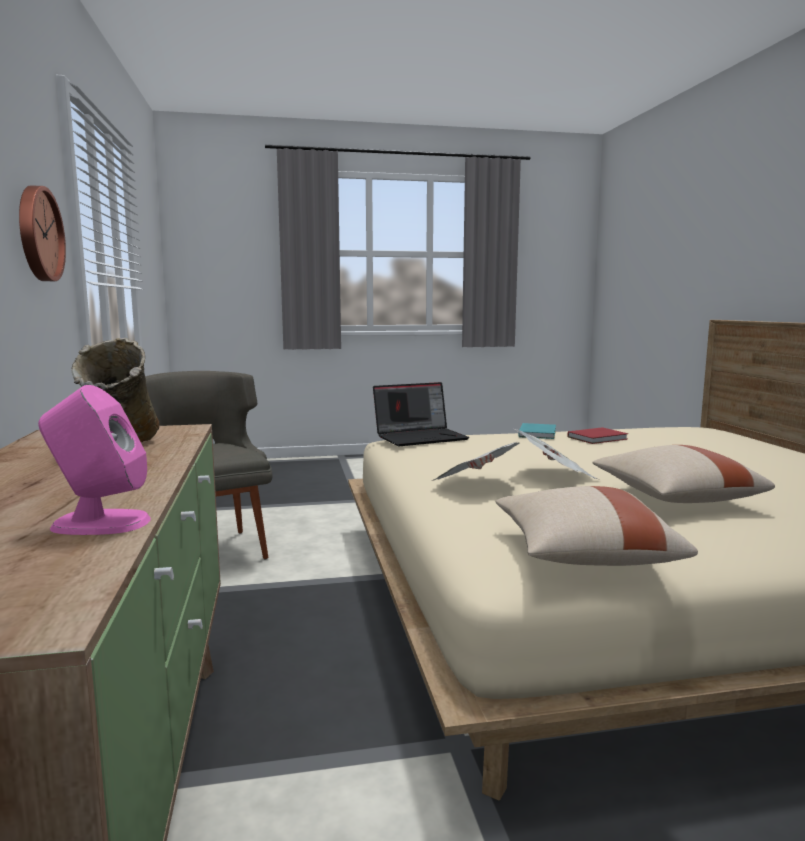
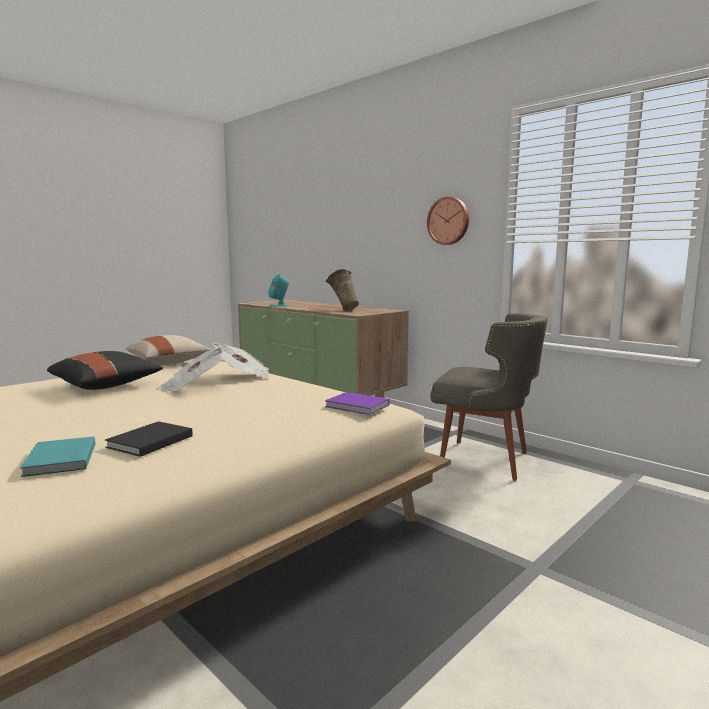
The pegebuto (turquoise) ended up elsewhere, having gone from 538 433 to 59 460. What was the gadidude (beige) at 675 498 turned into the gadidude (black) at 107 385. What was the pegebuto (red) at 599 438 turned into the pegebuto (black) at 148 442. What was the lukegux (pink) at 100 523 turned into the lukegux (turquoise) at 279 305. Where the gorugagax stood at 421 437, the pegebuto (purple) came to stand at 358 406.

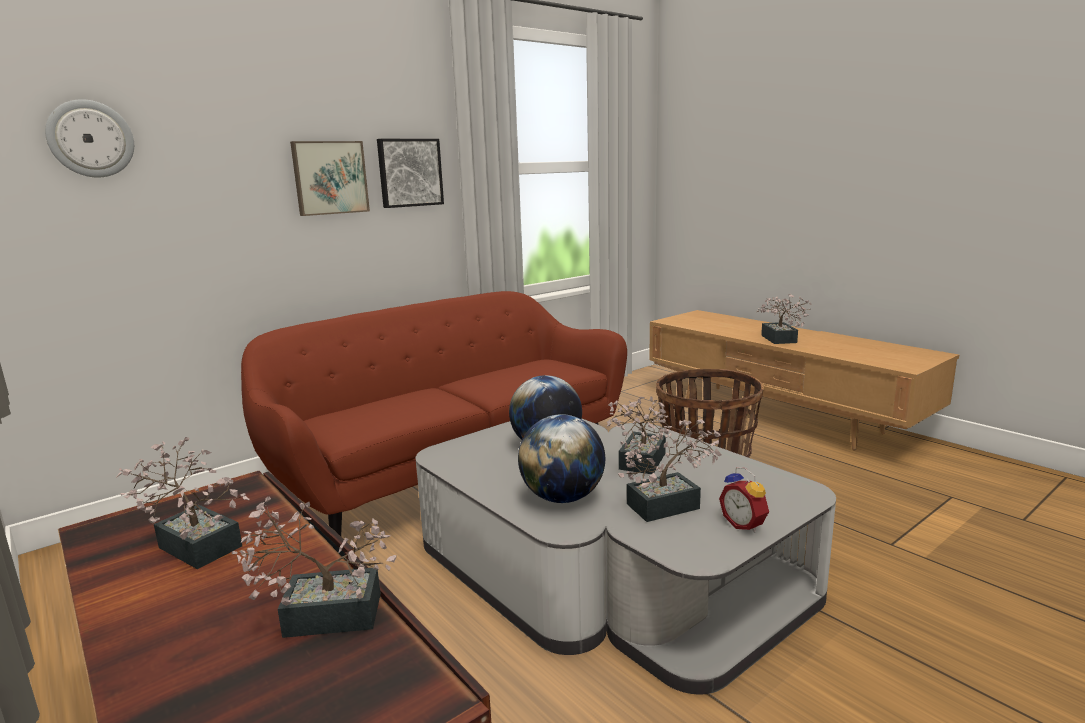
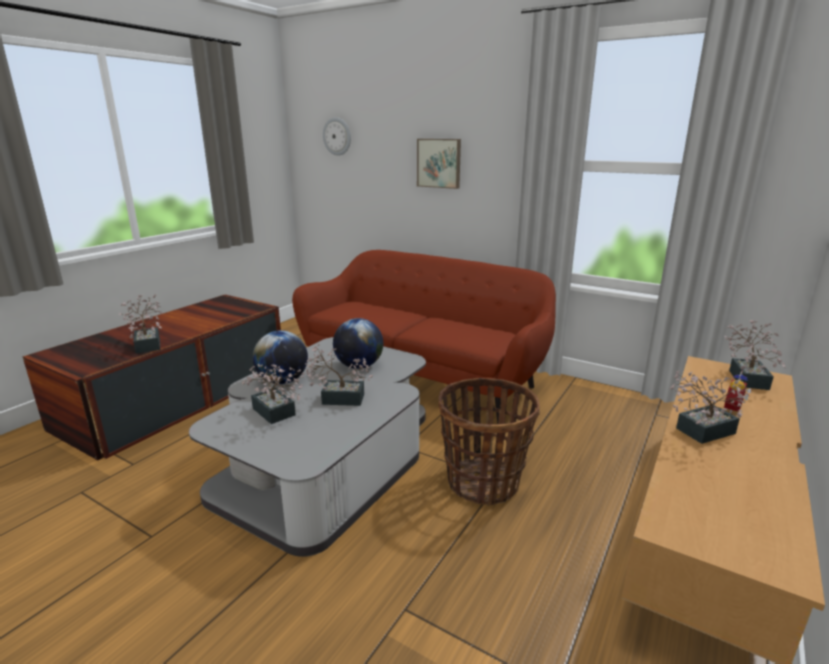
The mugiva ended up elsewhere, having gone from 196 543 to 747 377. The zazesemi ended up elsewhere, having gone from 744 524 to 735 410. The second view lost the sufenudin at 409 172.

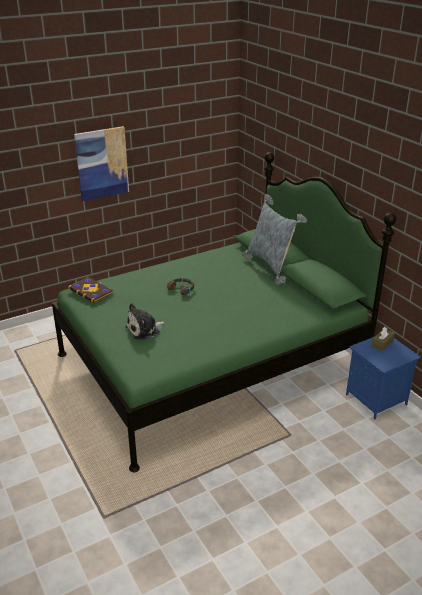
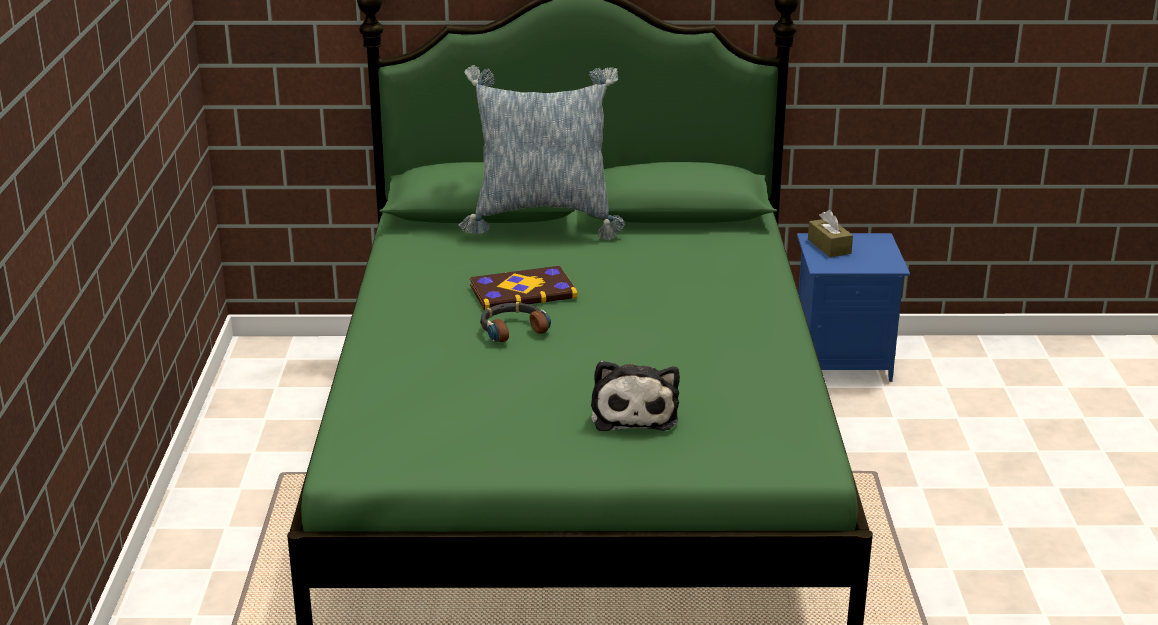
The pegebuto ended up elsewhere, having gone from 91 291 to 522 291. The second view lost the sufenudin at 102 163.

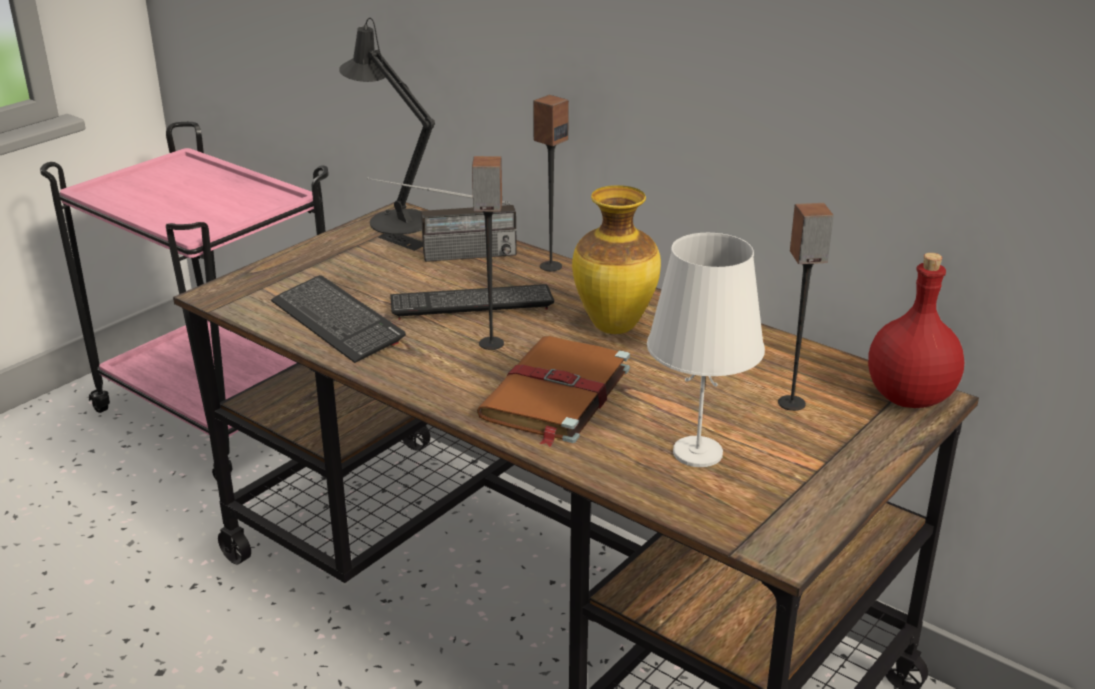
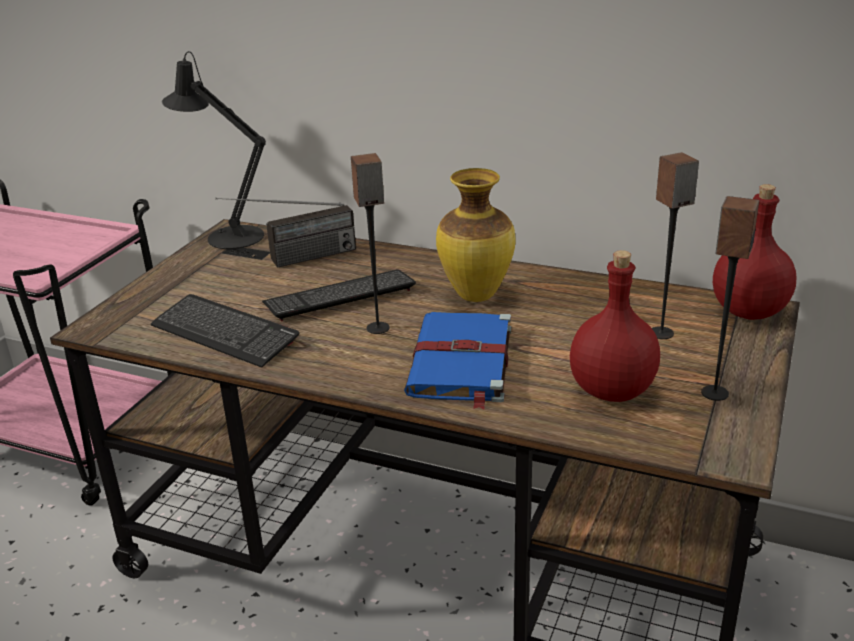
What was the pegebuto (brown) at 555 395 turned into the pegebuto (blue) at 461 362. Where the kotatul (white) stood at 697 453, the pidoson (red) came to stand at 613 390. The lukegux ended up elsewhere, having gone from 550 266 to 714 393.

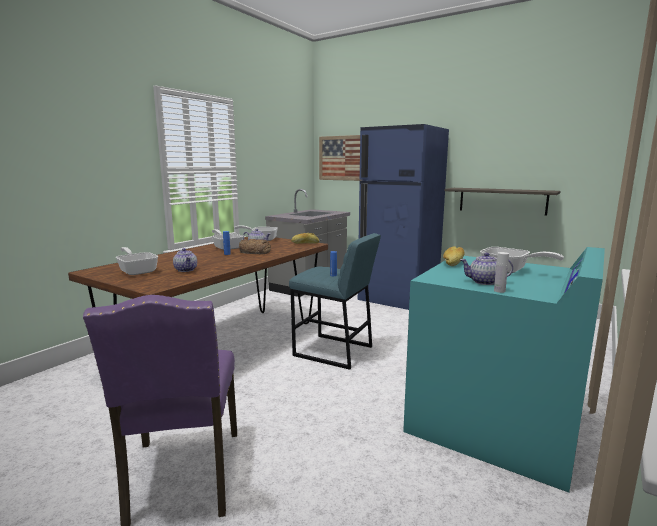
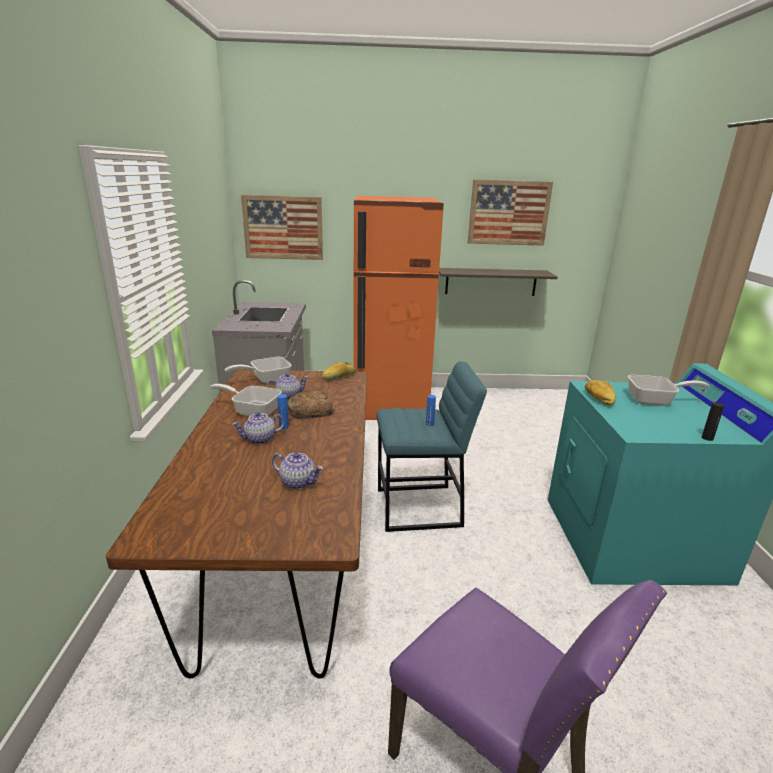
The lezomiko ended up elsewhere, having gone from 484 282 to 260 439. What was the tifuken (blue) at 399 296 turned into the tifuken (orange) at 391 402. The second view gained the sufenudin at 509 213. What was the pidoson (white) at 499 291 turned into the pidoson (black) at 707 438. The second view lost the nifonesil at 137 271.

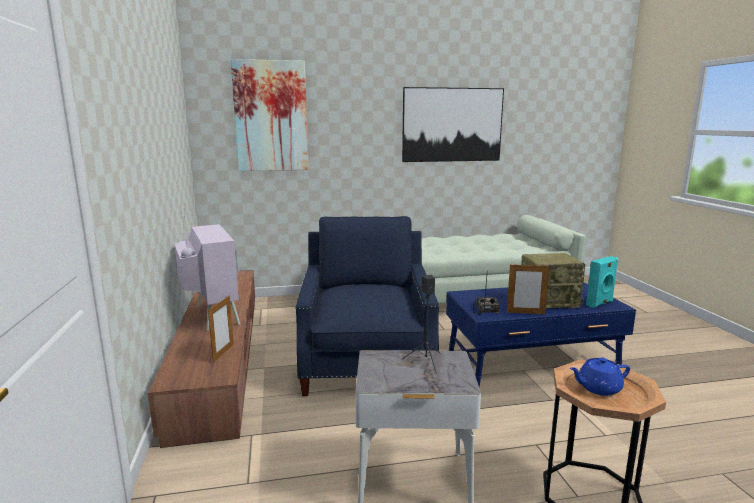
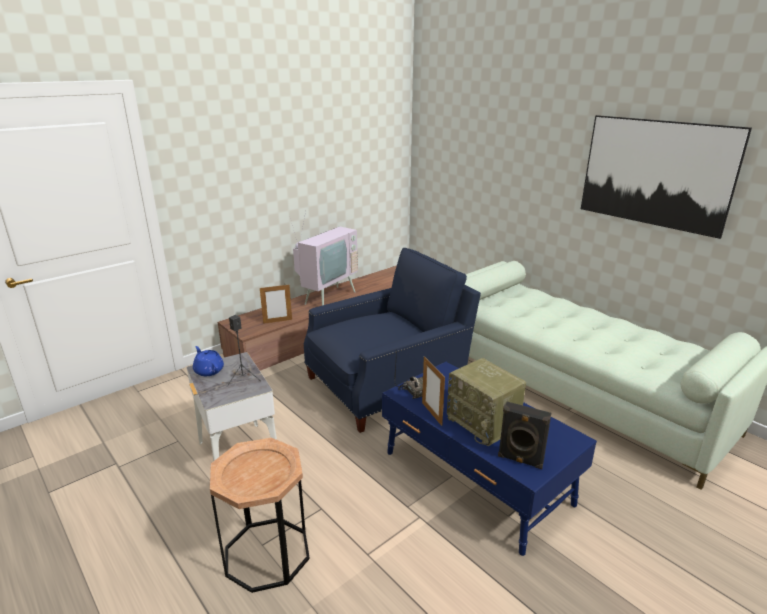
The lezomiko (blue) ended up elsewhere, having gone from 598 388 to 208 370. What was the lukegux (turquoise) at 600 303 turned into the lukegux (black) at 520 460. The second view lost the sufenudin at 271 116.

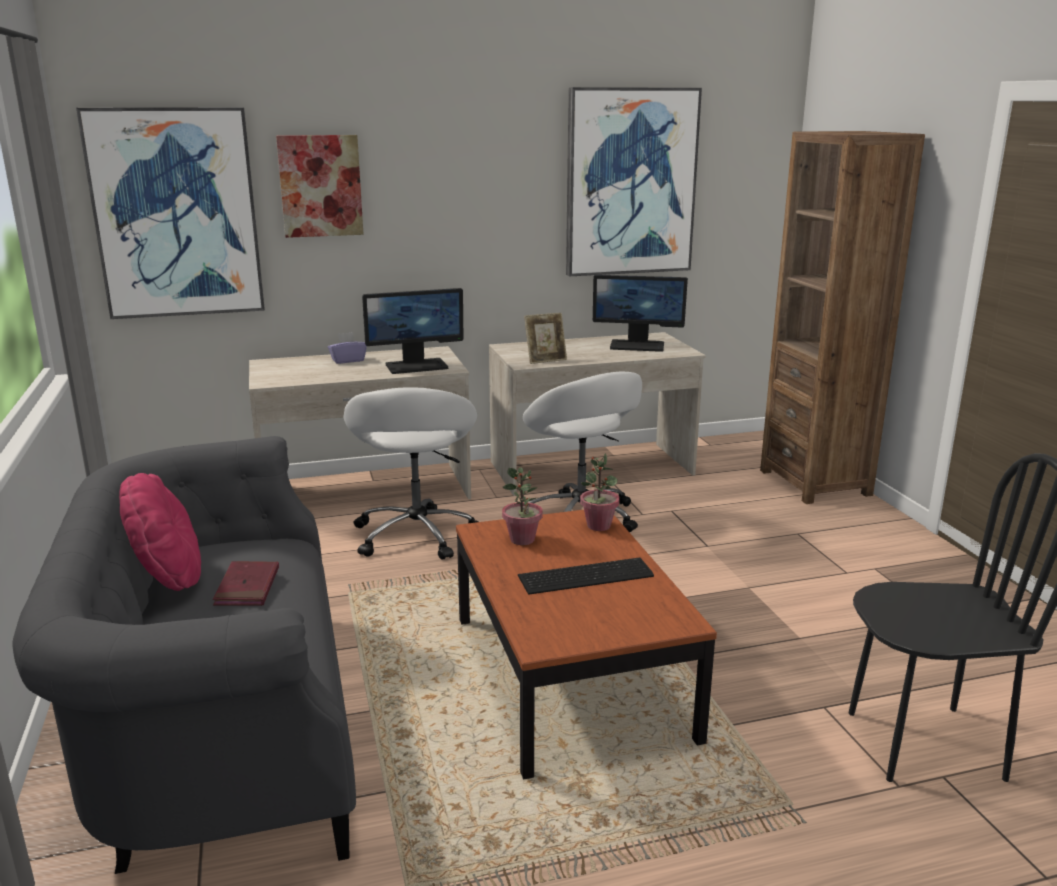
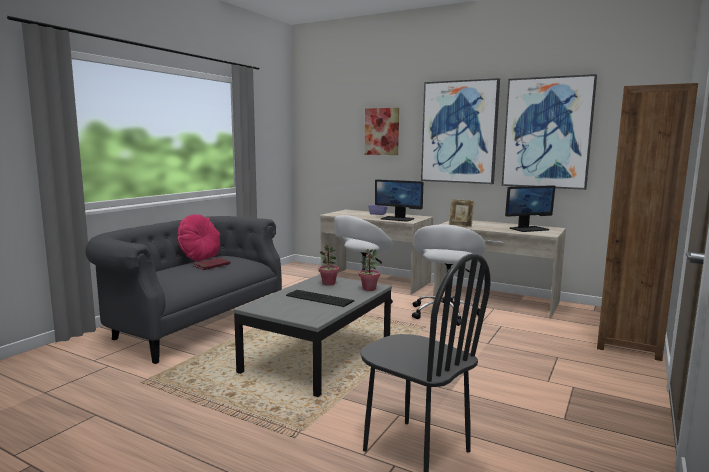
What was the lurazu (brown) at 568 675 turned into the lurazu (grey) at 318 355. The sufenudin ended up elsewhere, having gone from 176 213 to 459 132. The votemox at 637 345 ended up facing another way, 75 degrees counterclockwise from before.

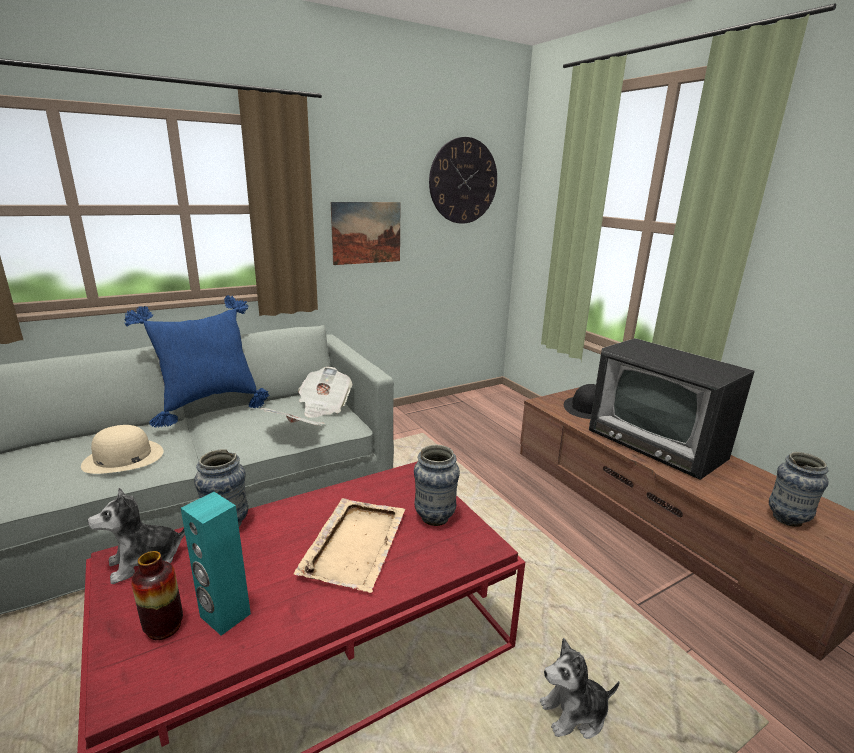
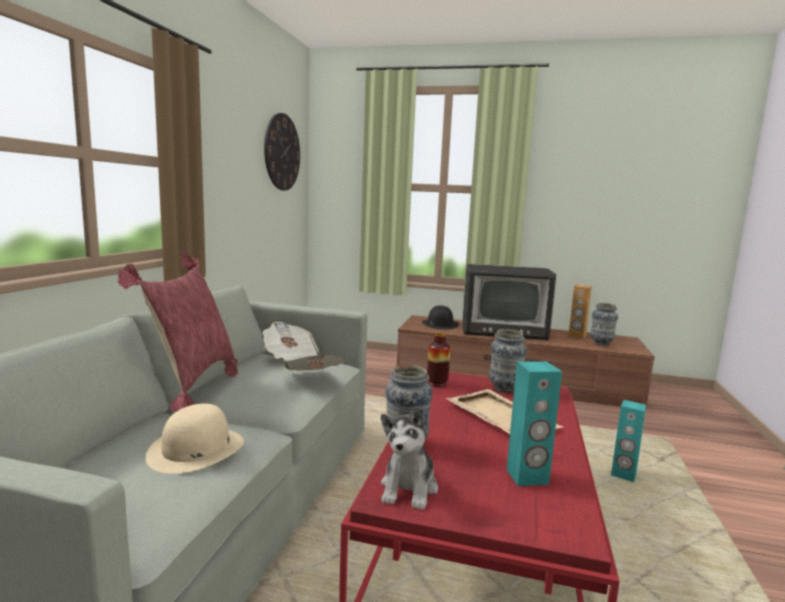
What was the gadidude (blue) at 209 411 turned into the gadidude (red) at 189 393. The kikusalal ended up elsewhere, having gone from 164 627 to 437 383. The second view gained the lukegux (brown) at 577 336. Where the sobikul stood at 574 713, the lukegux (turquoise) came to stand at 623 476. The second view lost the sufenudin at 366 233.

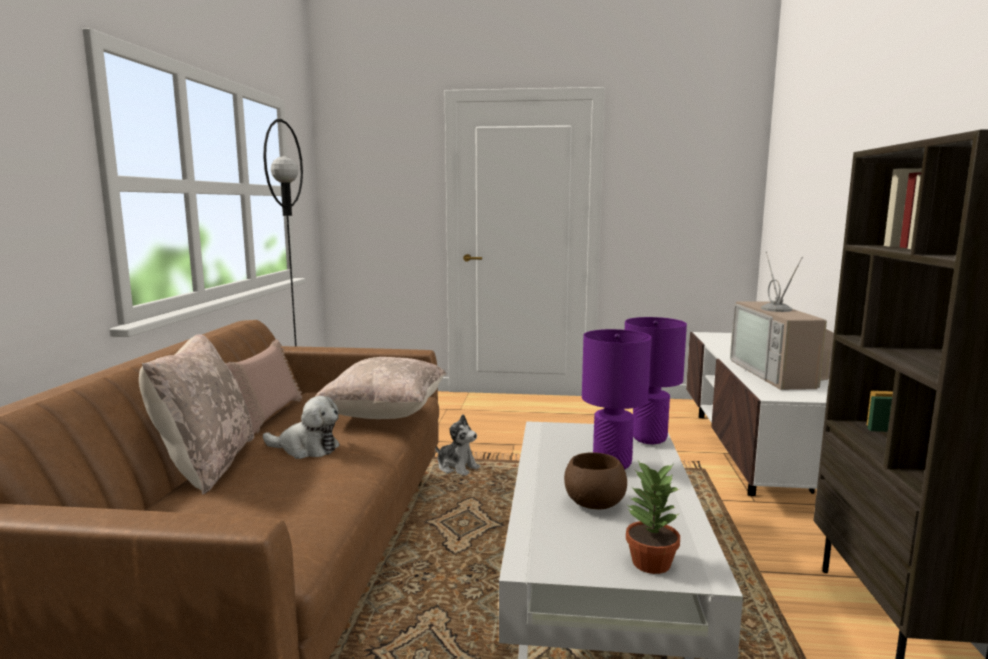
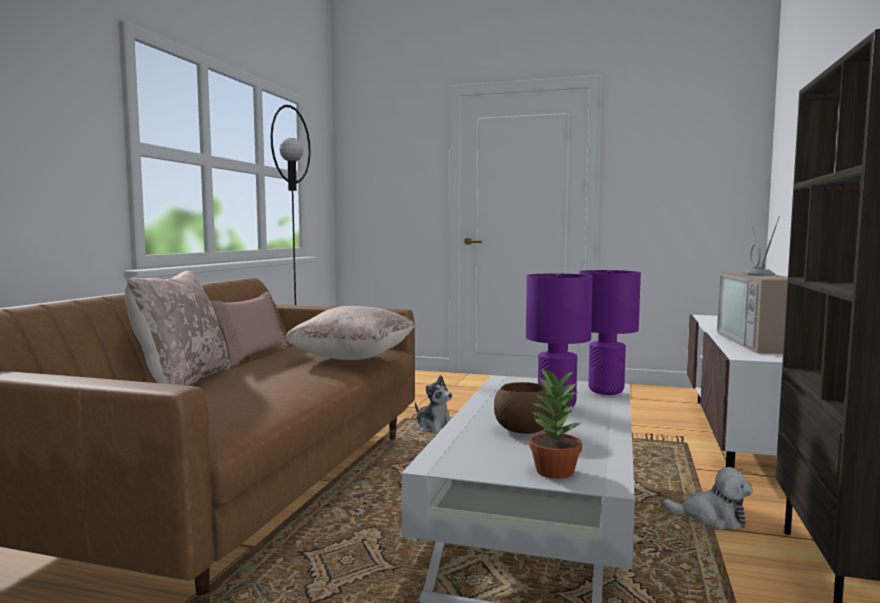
The sobikul ended up elsewhere, having gone from 306 448 to 711 518.

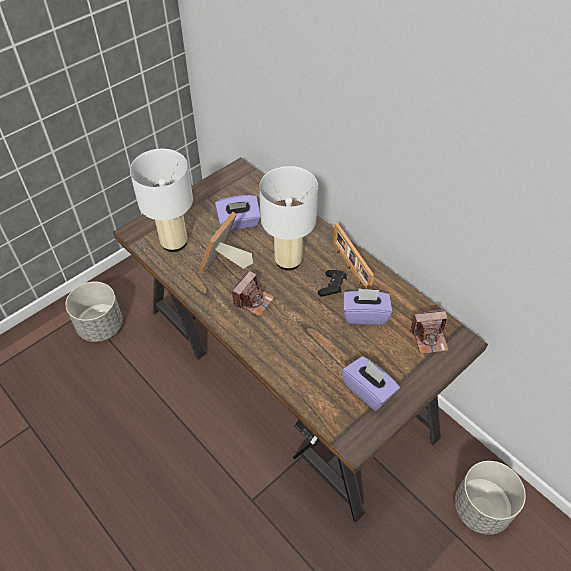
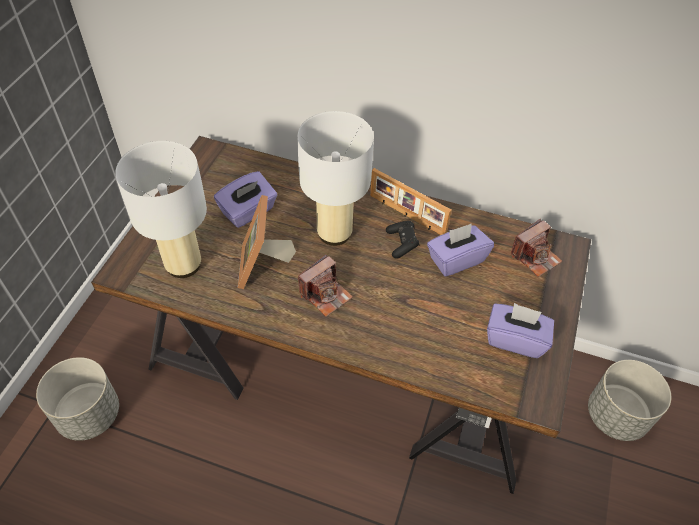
The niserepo at 253 301 ended up facing another way, 45 degrees clockwise from before.

